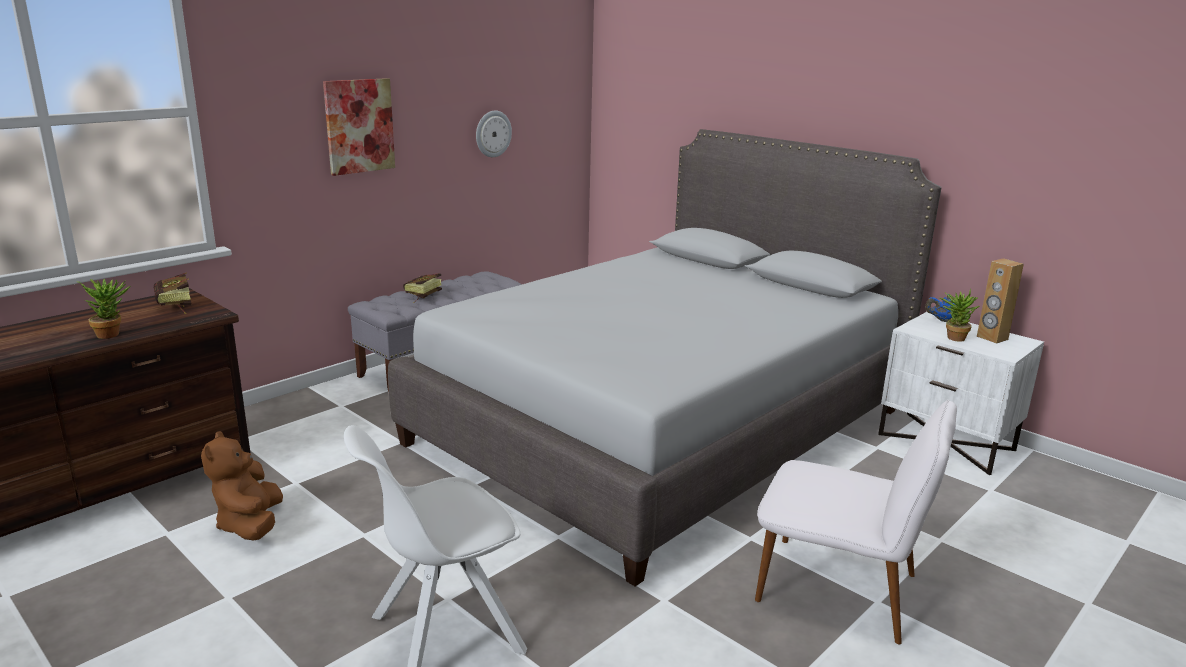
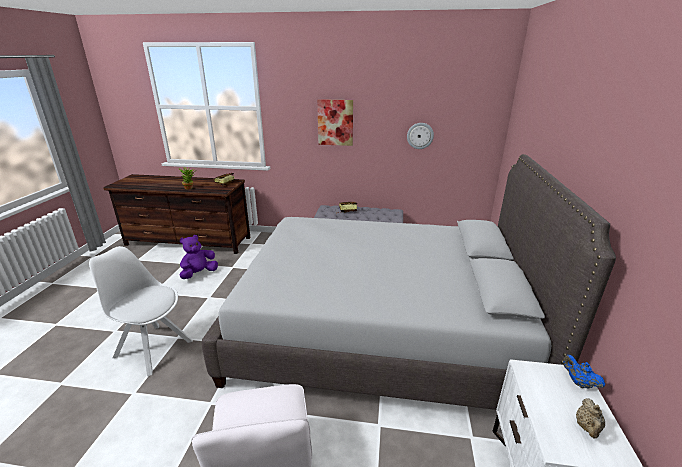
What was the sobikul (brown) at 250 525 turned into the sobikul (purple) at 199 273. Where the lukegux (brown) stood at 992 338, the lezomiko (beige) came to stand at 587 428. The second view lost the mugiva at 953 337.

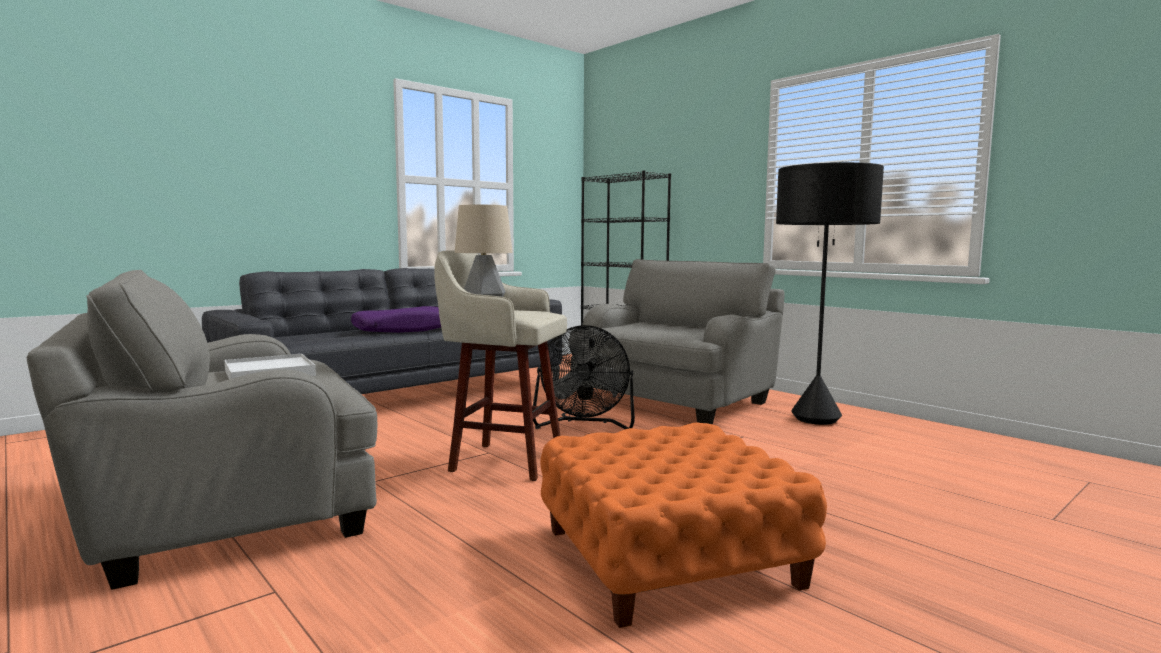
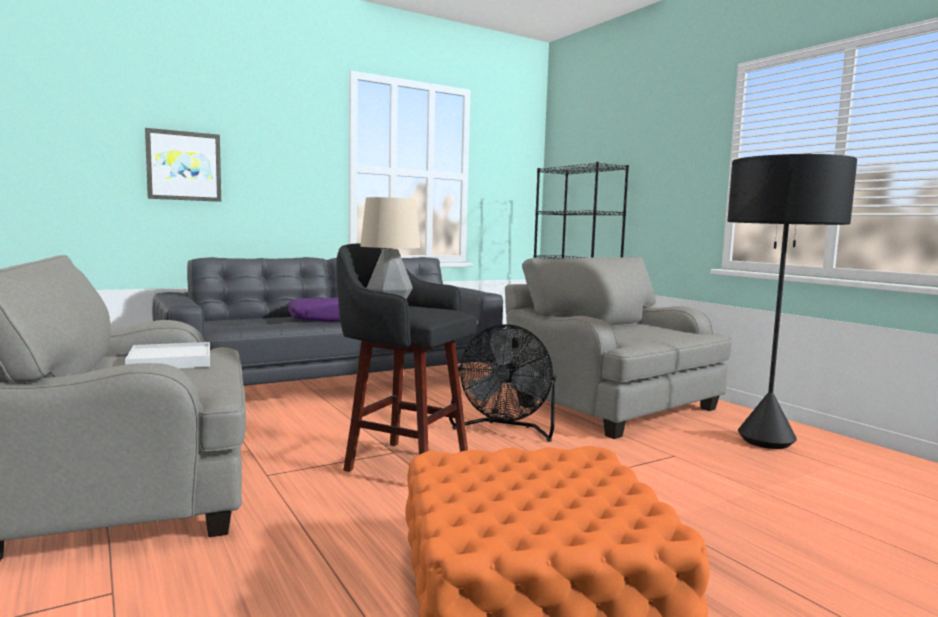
The second view gained the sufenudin at 184 166. What was the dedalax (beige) at 502 461 turned into the dedalax (black) at 403 463. The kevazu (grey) at 674 399 ended up facing another way, 90 degrees counterclockwise from before.

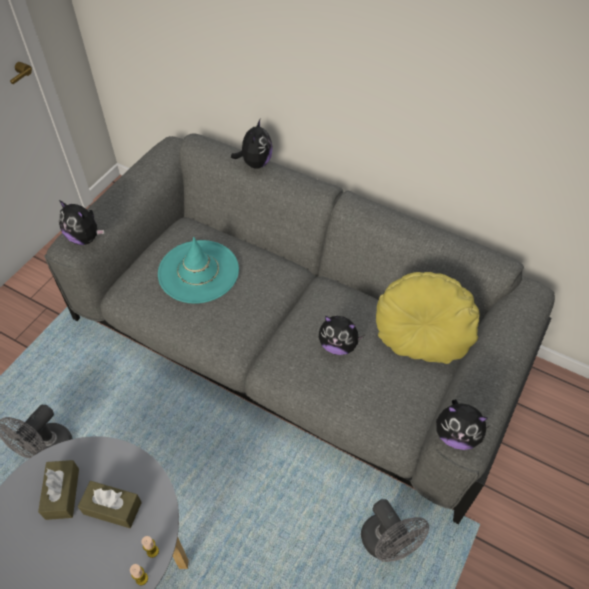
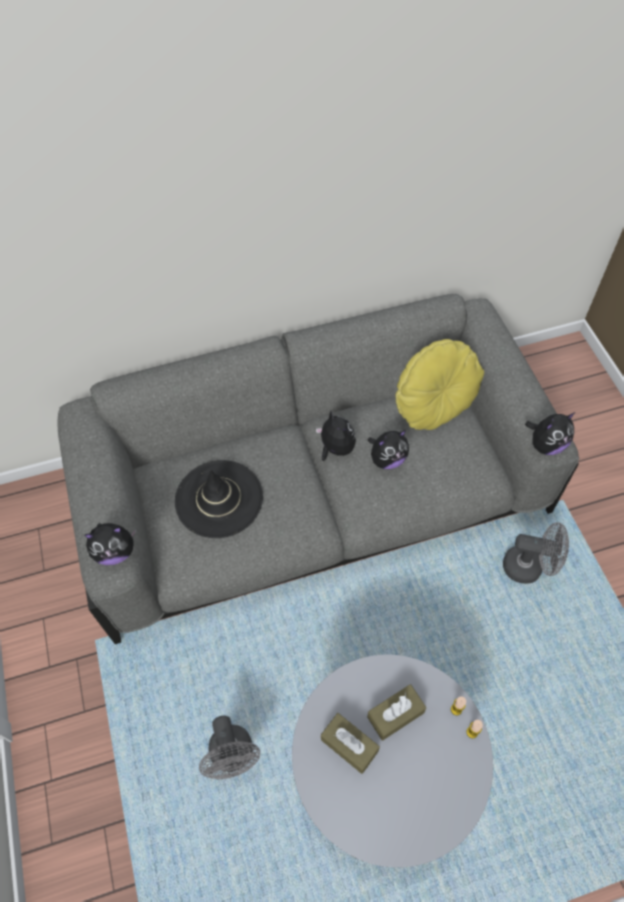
What was the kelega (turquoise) at 198 272 turned into the kelega (black) at 219 499. The sobikul ended up elsewhere, having gone from 255 163 to 335 448.

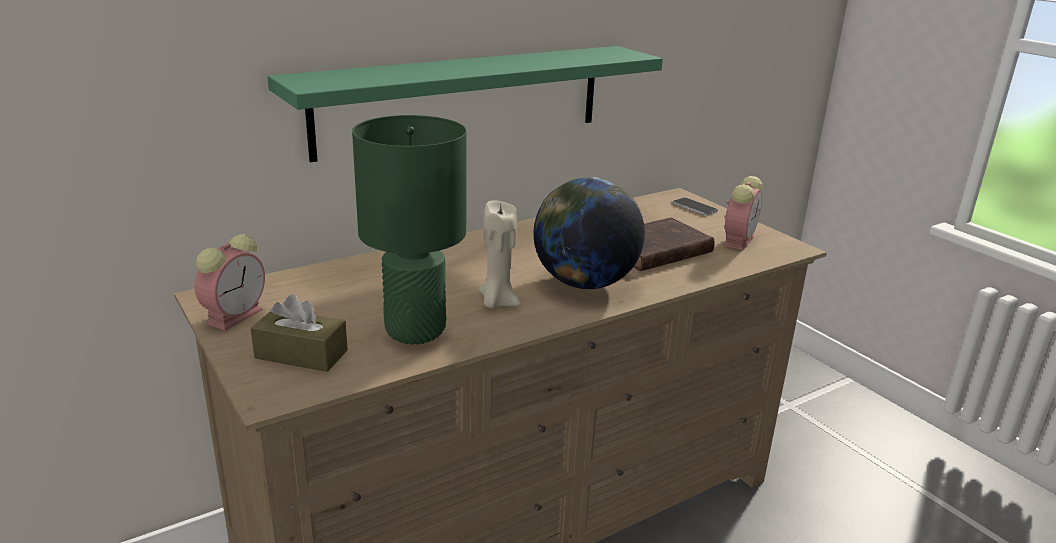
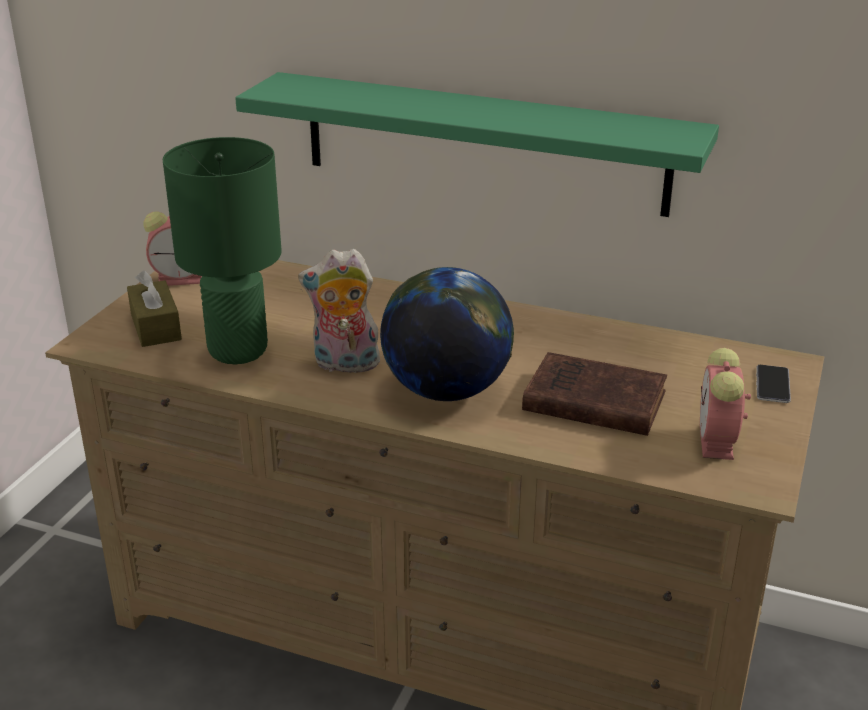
Where the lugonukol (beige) stood at 497 302, the sobikul came to stand at 344 365. The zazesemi at 738 240 ended up facing another way, 105 degrees clockwise from before.

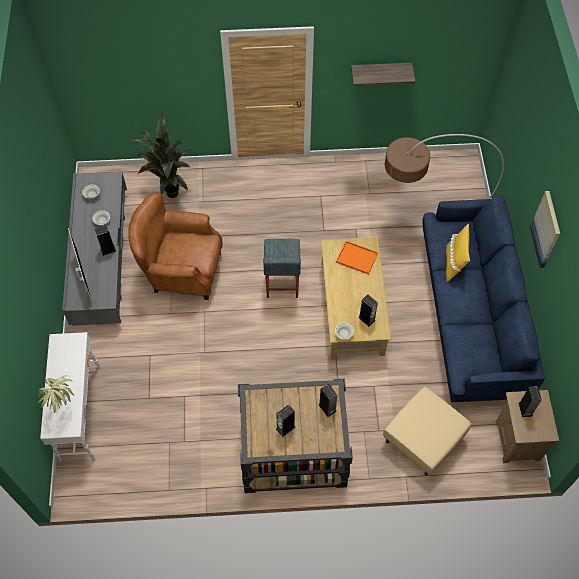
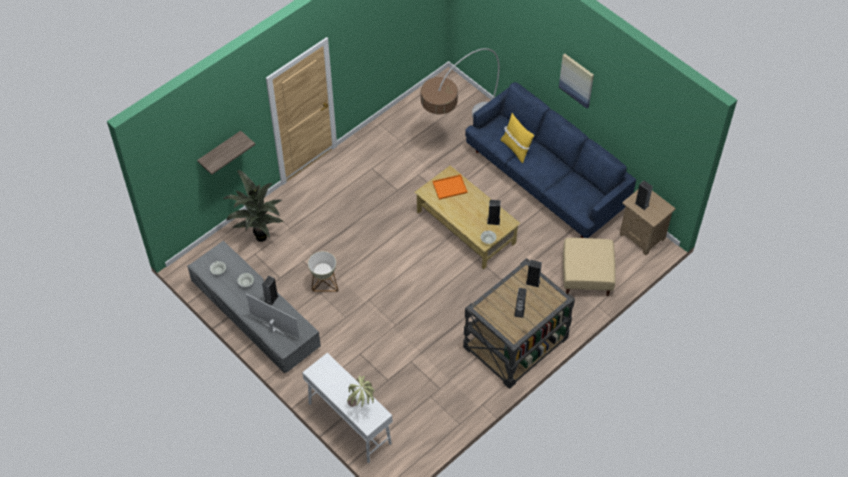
The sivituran ended up elsewhere, having gone from 380 71 to 220 151. Where the kevazu (brown) stood at 181 271, the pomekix came to stand at 324 284. The second view lost the dedalax (grey) at 282 283.

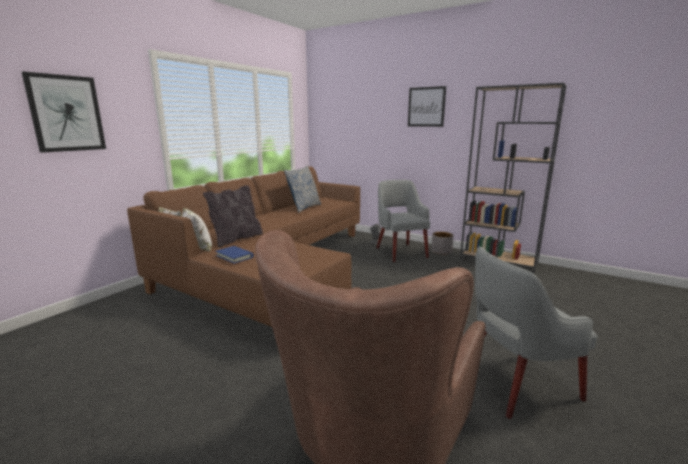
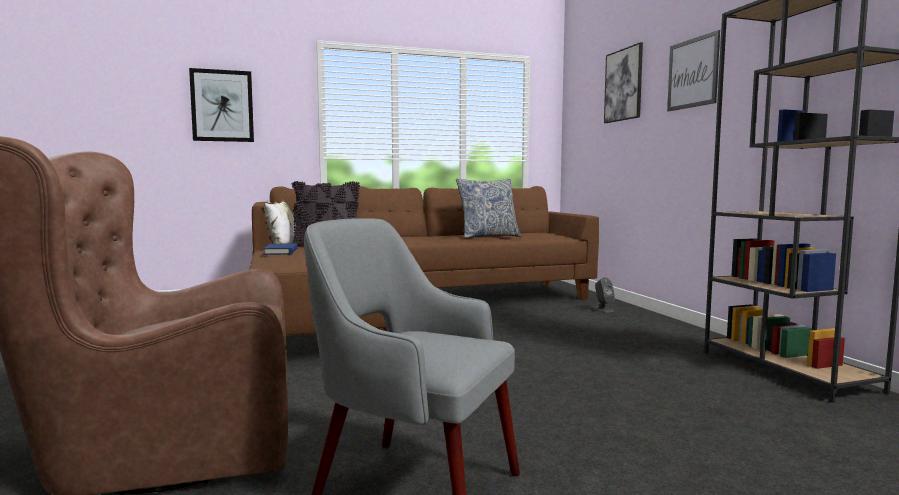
The second view gained the sufenudin at 623 85. The second view lost the kevazu (grey) at 400 252. The second view lost the pomekix (grey) at 441 251.

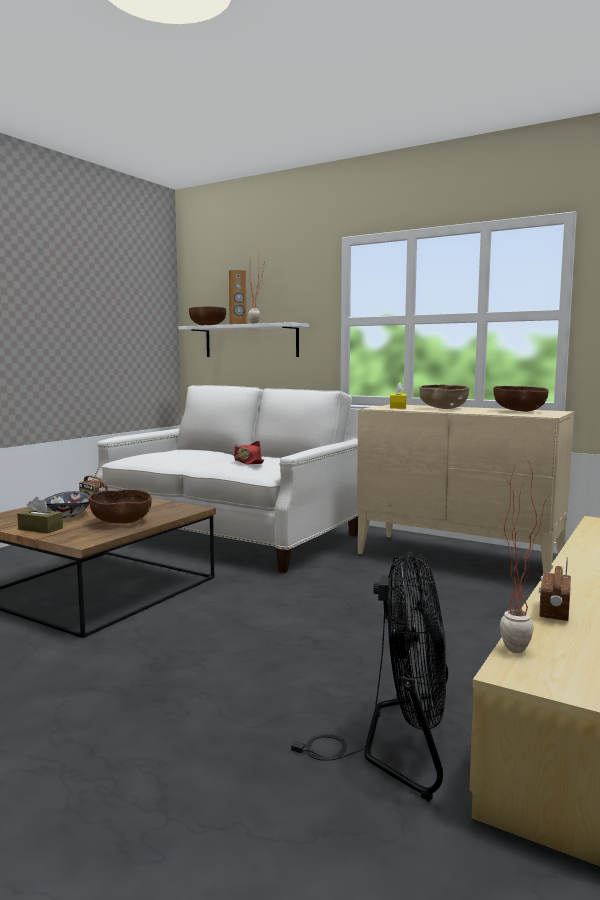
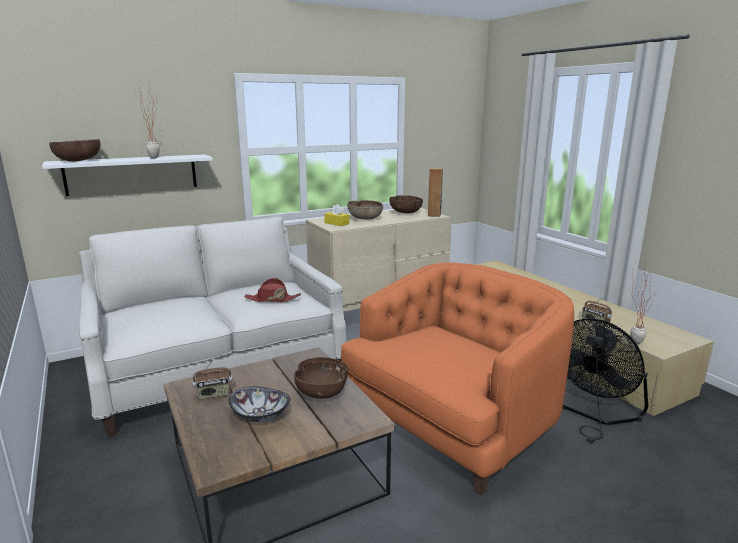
The second view gained the kevazu (orange) at 451 422. The lukegux (brown) ended up elsewhere, having gone from 238 324 to 434 215. The second view lost the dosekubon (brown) at 40 529.

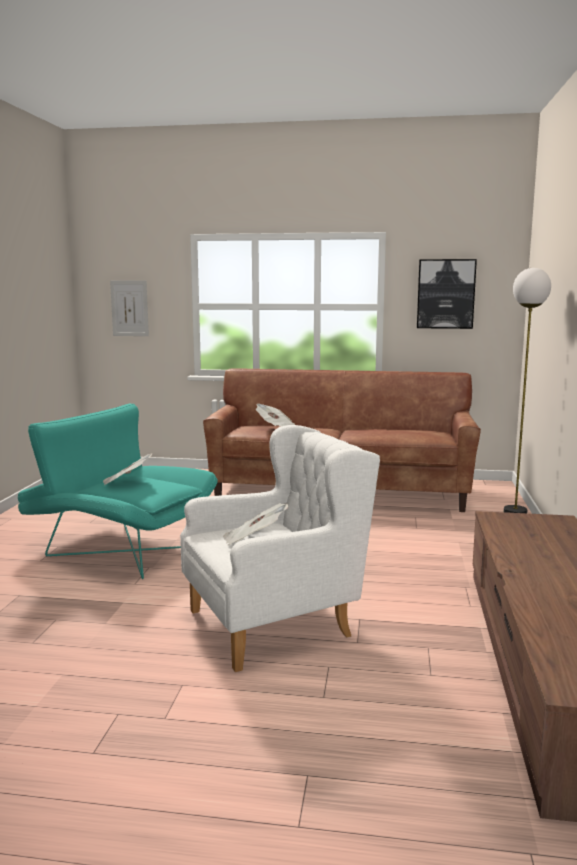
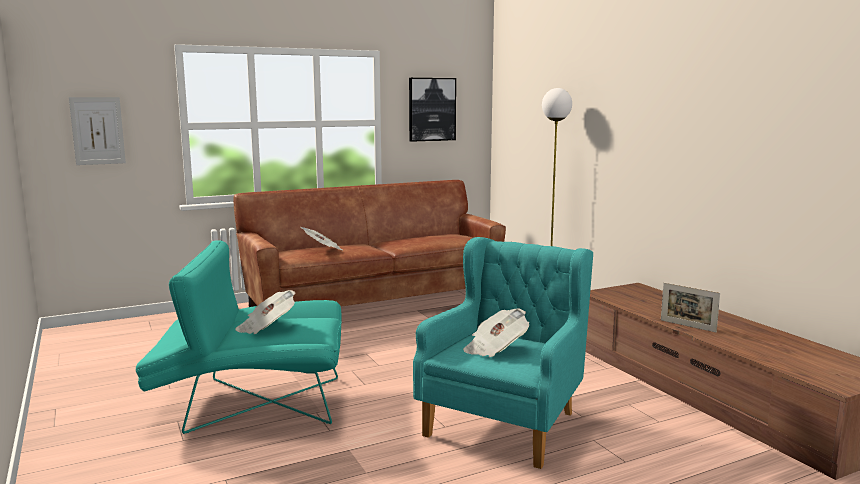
What was the kevazu (white) at 276 623 turned into the kevazu (turquoise) at 506 422. The second view gained the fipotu at 687 326.

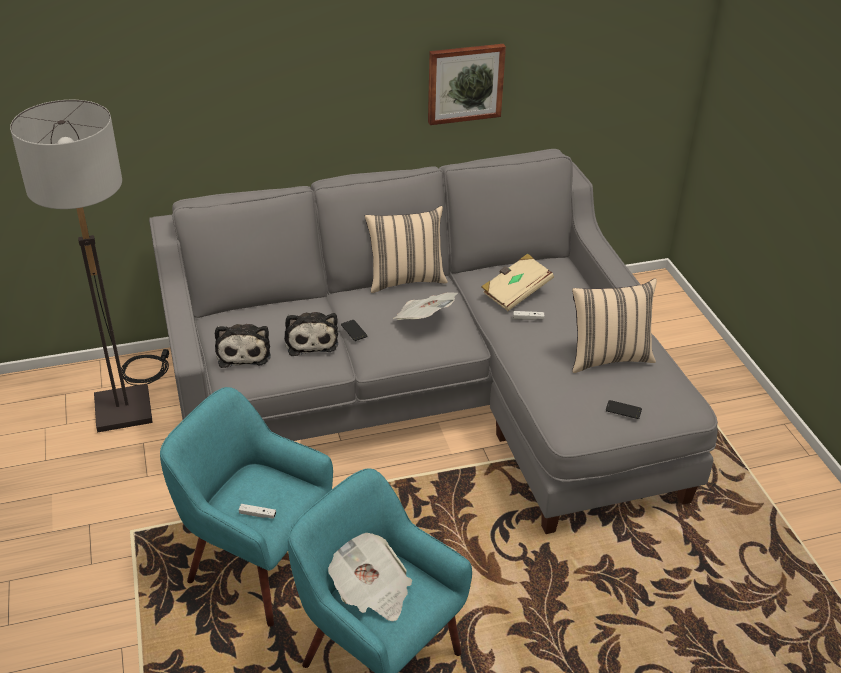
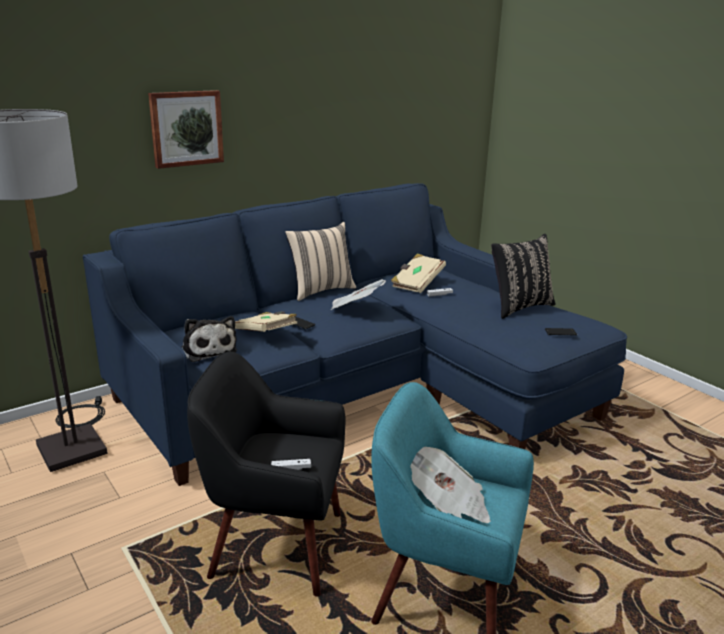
What was the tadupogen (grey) at 434 396 turned into the tadupogen (blue) at 359 389. The sufenudin ended up elsewhere, having gone from 465 83 to 186 128. What was the kevazu (turquoise) at 258 565 turned into the kevazu (black) at 275 546. Where the sobikul stood at 311 340, the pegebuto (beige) came to stand at 266 334. What was the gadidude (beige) at 608 357 turned into the gadidude (black) at 519 307.

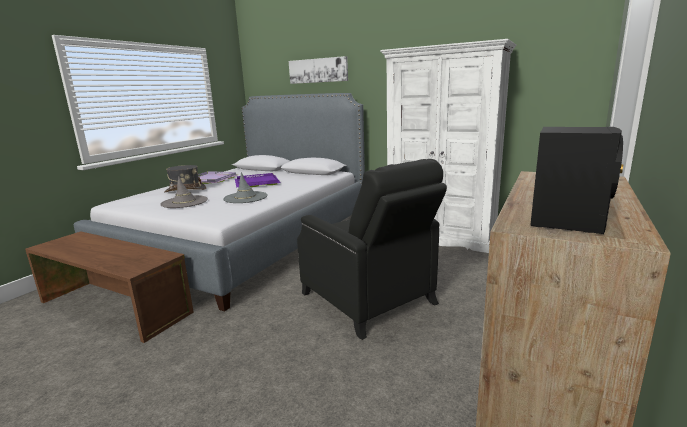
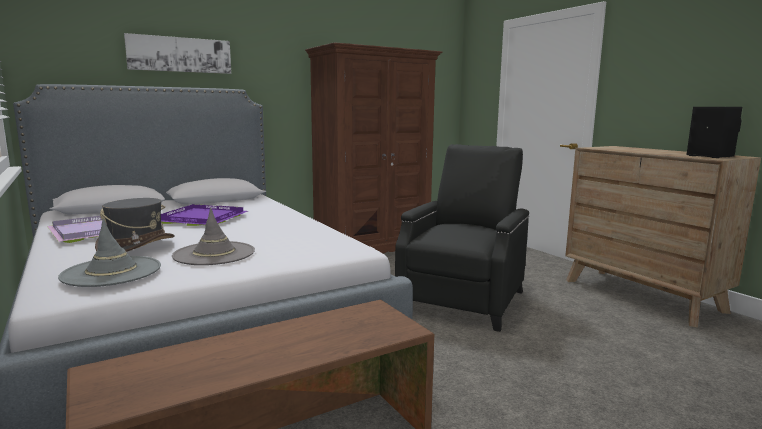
The kelega (grey) ended up elsewhere, having gone from 245 197 to 112 272. What was the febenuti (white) at 441 236 turned into the febenuti (brown) at 373 245. The kevazu (black) at 370 300 ended up facing another way, 60 degrees counterclockwise from before.

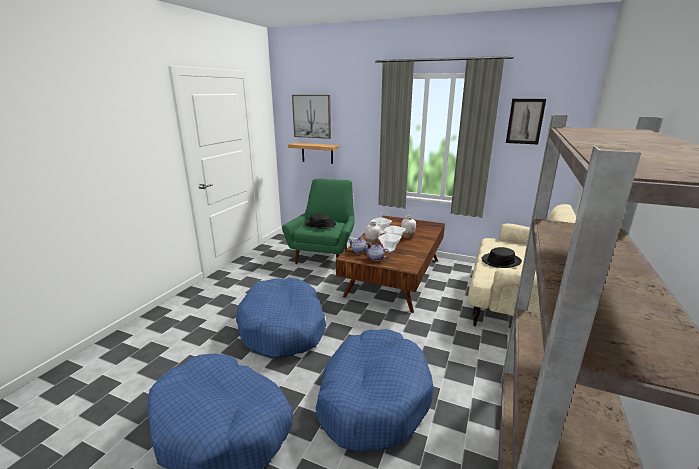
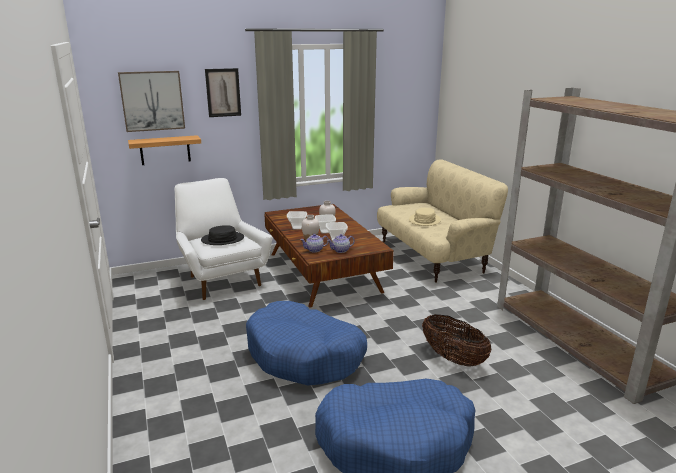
What was the kevazu (green) at 325 256 turned into the kevazu (white) at 221 280. The sufenudin ended up elsewhere, having gone from 525 121 to 223 92. What was the kelega (black) at 501 261 turned into the kelega (beige) at 424 220. Where the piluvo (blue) stood at 373 397, the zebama came to stand at 453 358.

